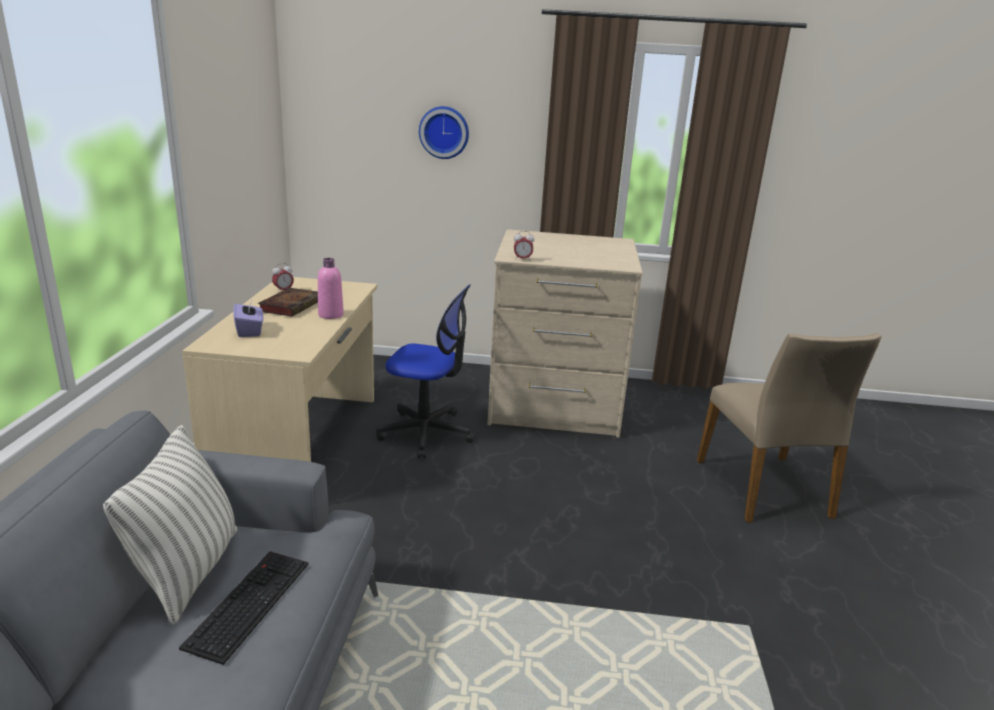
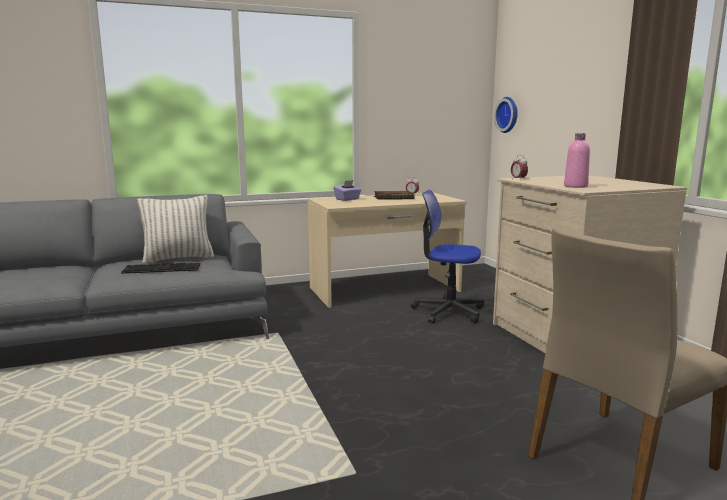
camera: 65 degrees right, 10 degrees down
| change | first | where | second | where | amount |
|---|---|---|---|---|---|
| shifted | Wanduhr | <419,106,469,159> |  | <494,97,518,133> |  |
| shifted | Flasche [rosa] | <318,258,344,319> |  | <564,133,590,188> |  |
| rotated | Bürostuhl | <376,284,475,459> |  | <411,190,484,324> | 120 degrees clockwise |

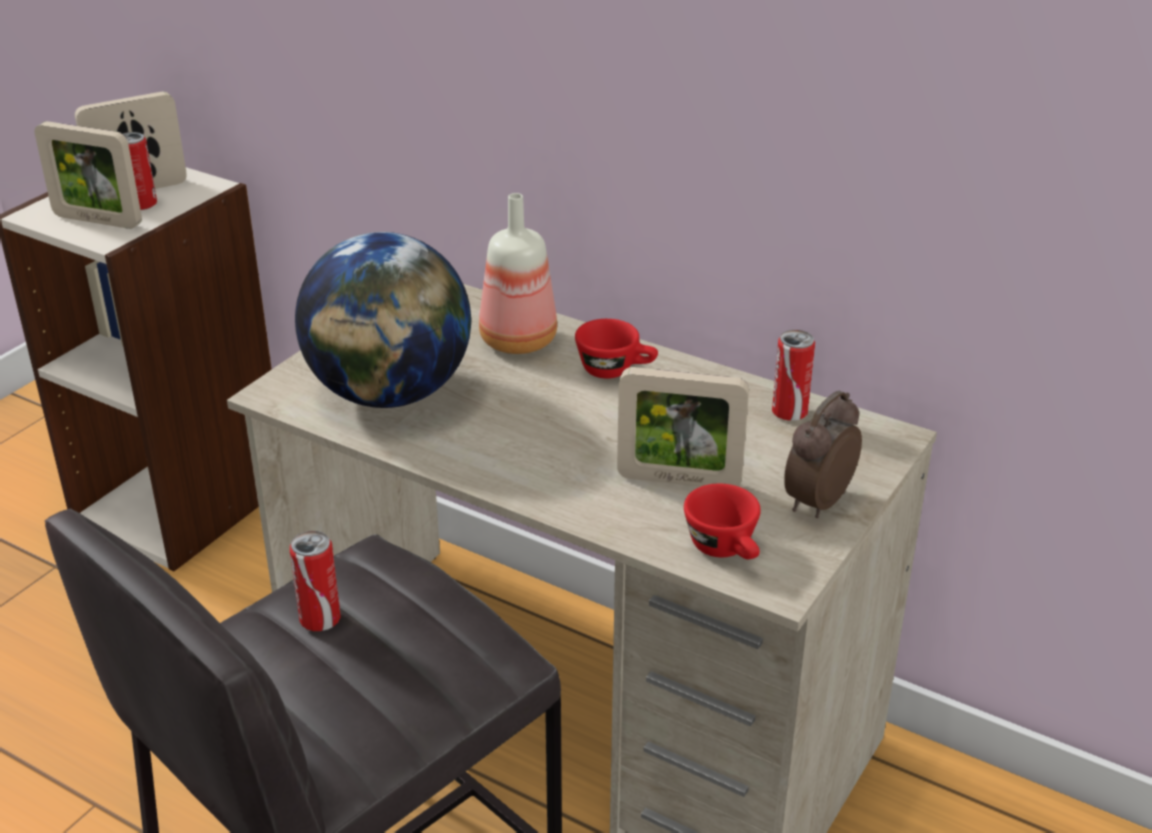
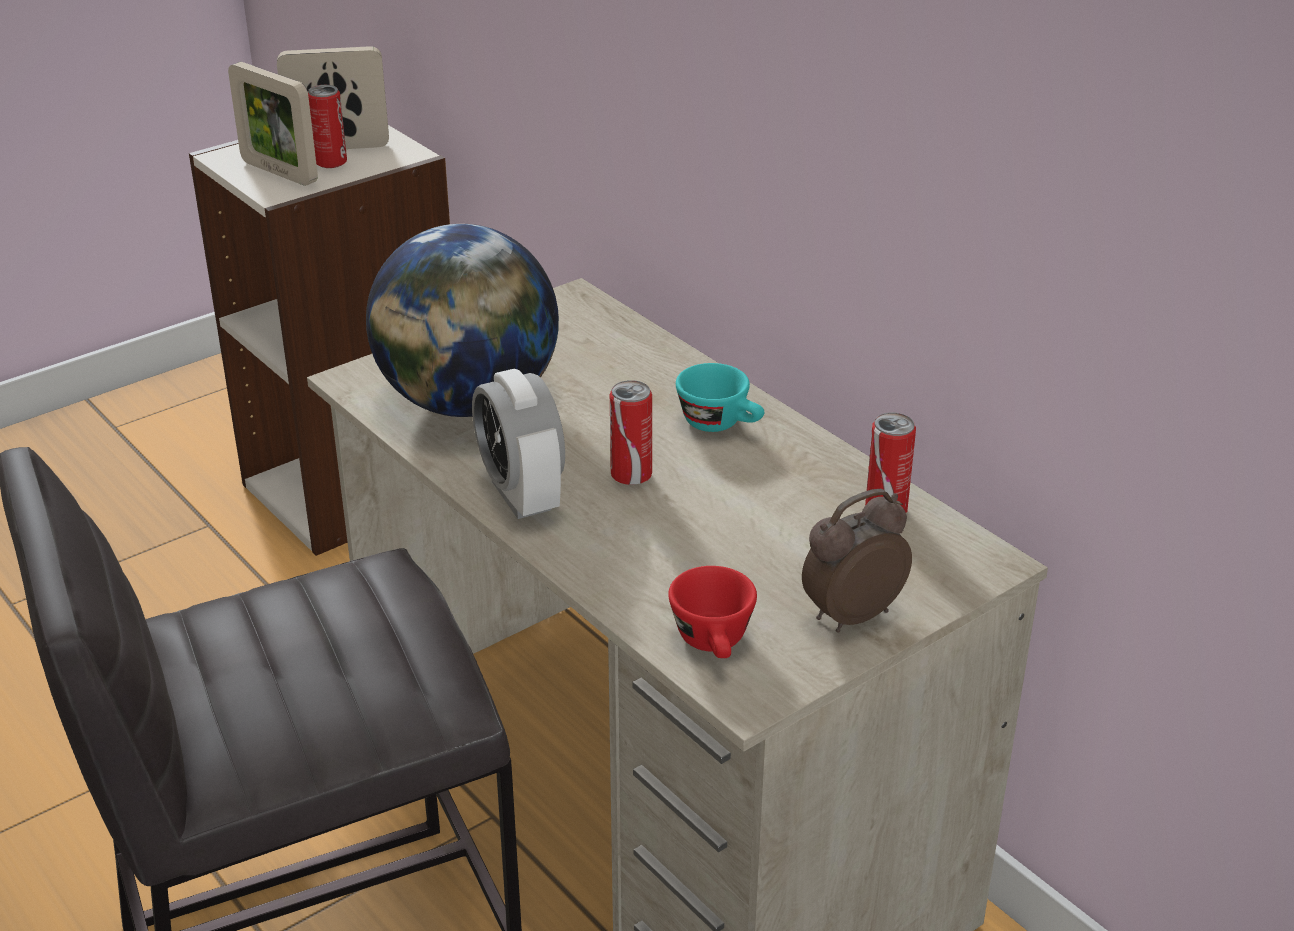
camera: 20 degrees right, 0 degrees up
| change | first | where | second | where | amount |
|---|---|---|---|---|---|
| gone | Flasche | <479,193,557,354> |  |  |  |
| repainted | Tasse [rot] | <575,319,658,378> | Tasse [türkis] | <676,363,764,432> |  |
| gone | Bilderrahmen | <617,367,749,487> |  |  |  |
| shifted | Dose | <290,531,341,631> |  | <610,380,652,485> |  |
| new |  |  | Wecker | <472,369,565,519> |  |

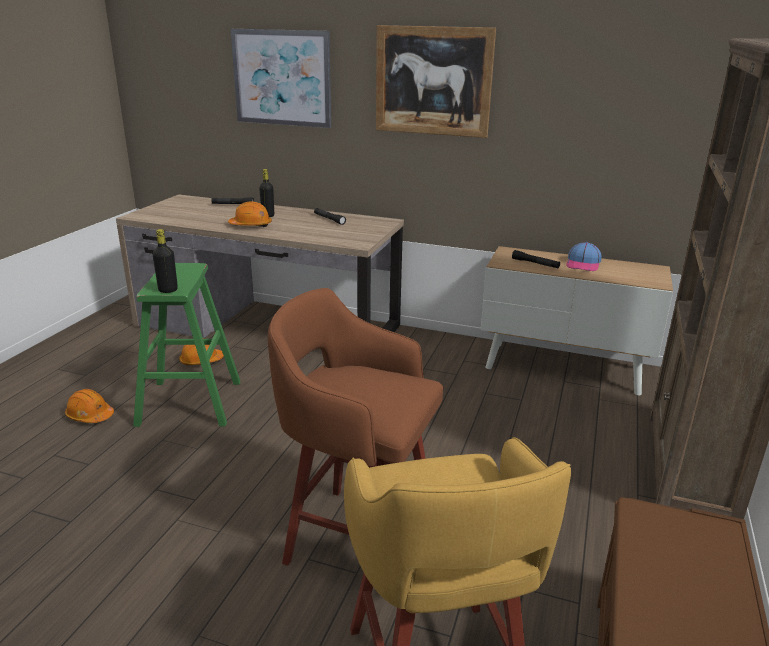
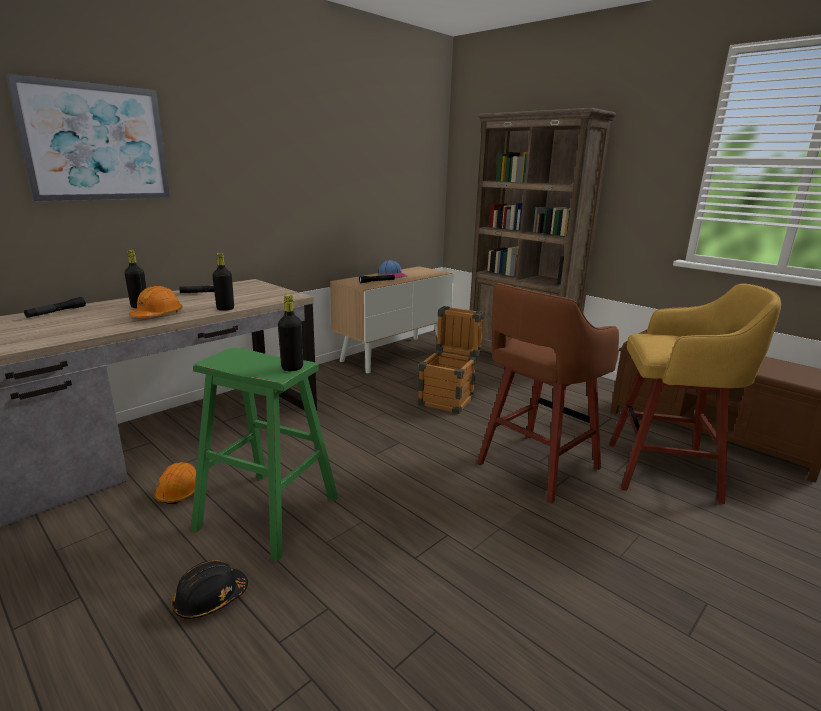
camera: 65 degrees left, 5 degrees down
| change | first | where | second | where | amount |
|---|---|---|---|---|---|
| gone | Bild | <376,25,496,138> |  |  |  |
| repainted | Schutzhelm [orange] | <65,389,114,423> | Schutzhelm [schwarz] | <172,560,248,619> |  |
| new |  |  | Flasche [schwarz] | <212,253,234,311> |  |
| new |  |  | Kiste | <418,306,484,414> |  |

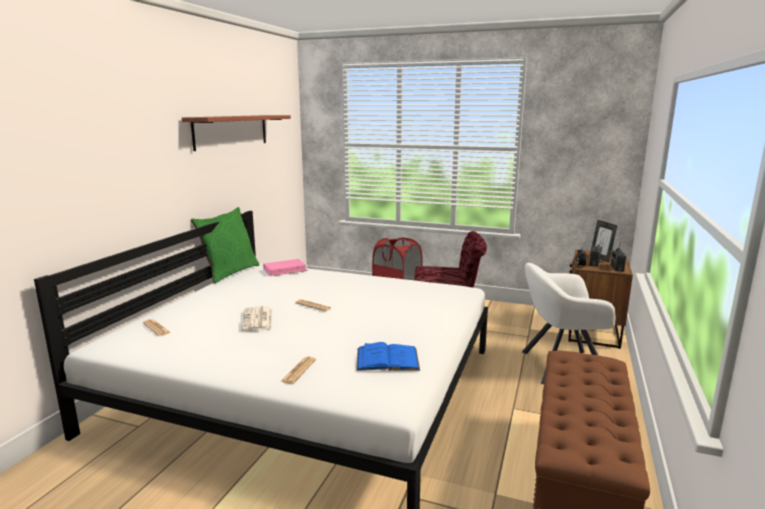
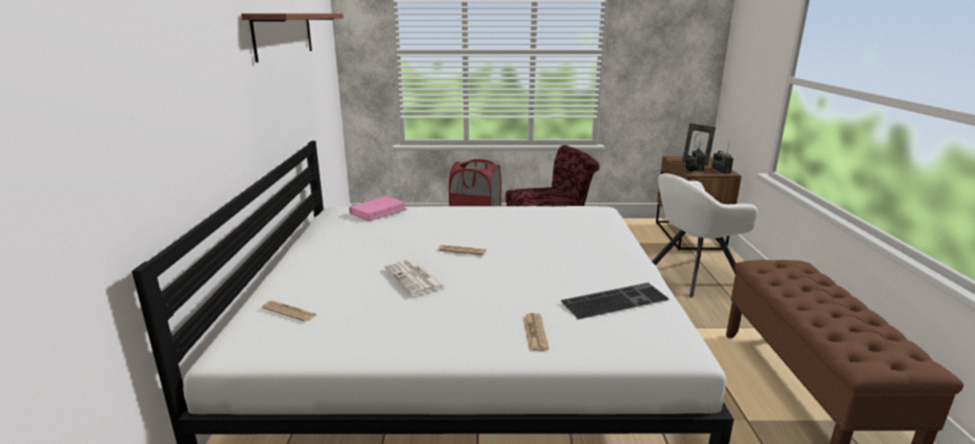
camera: 20 degrees left, 5 degrees up
| change | first | where | second | where | amount |
|---|---|---|---|---|---|
| gone | Kissen [grün] | <191,207,259,283> |  |  |  |
| swapped | Buch [blau] | <356,342,420,371> | Tastatur | <561,283,670,320> |  |

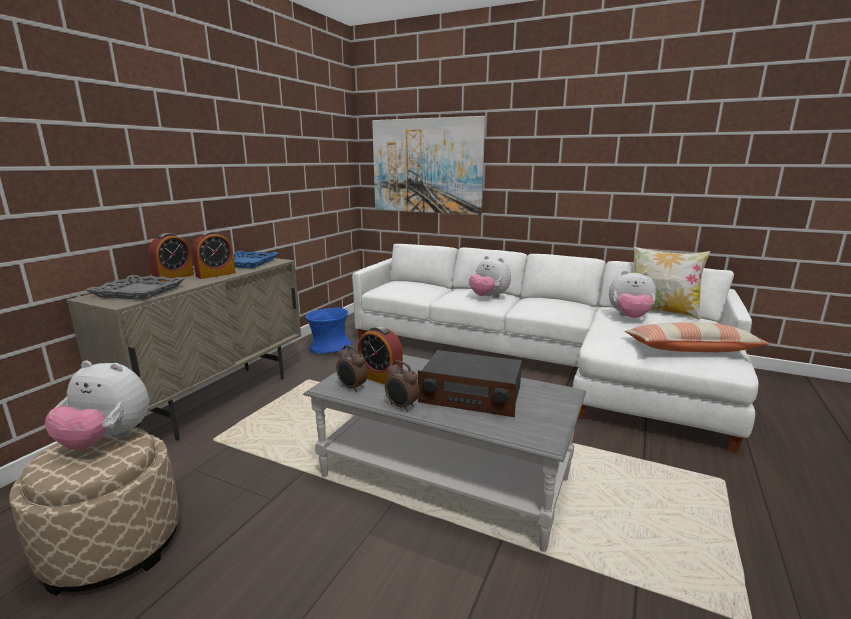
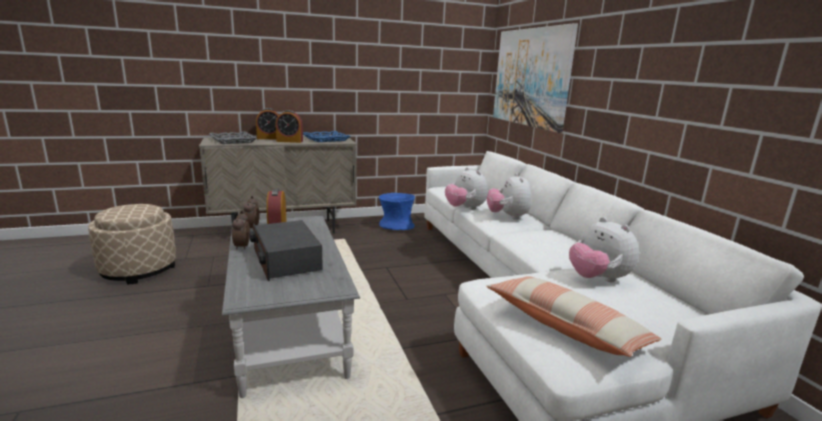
camera: 45 degrees right, 0 degrees up
| change | first | where | second | where | amount |
|---|---|---|---|---|---|
| gone | Kissen | <633,247,710,320> |  |  |  |
| shifted | Plüschtier | <45,361,149,450> |  | <445,167,488,210> |  |

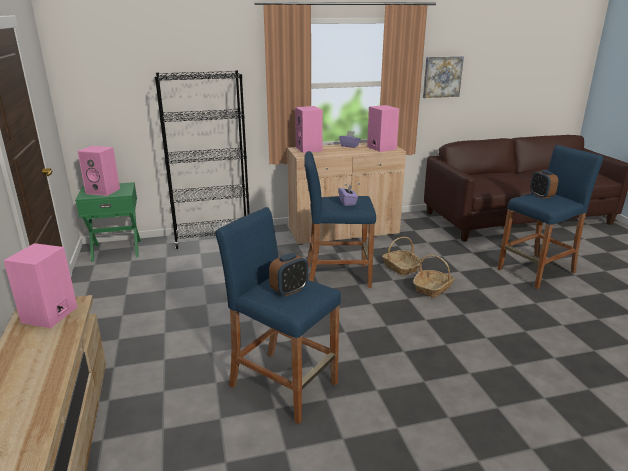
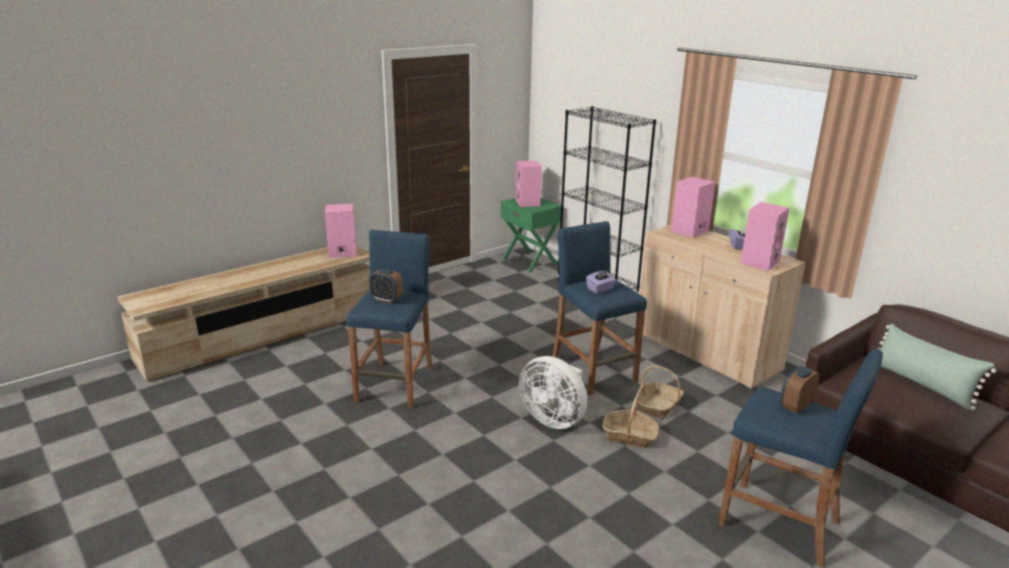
camera: 65 degrees right, 0 degrees up
| change | first | where | second | where | amount |
|---|---|---|---|---|---|
| gone | Bild | <423,56,464,98> |  |  |  |
| new |  |  | Kissen [grün] | <877,324,996,410> |  |
| new |  |  | Ventilator [weiß] | <519,356,587,429> |  |

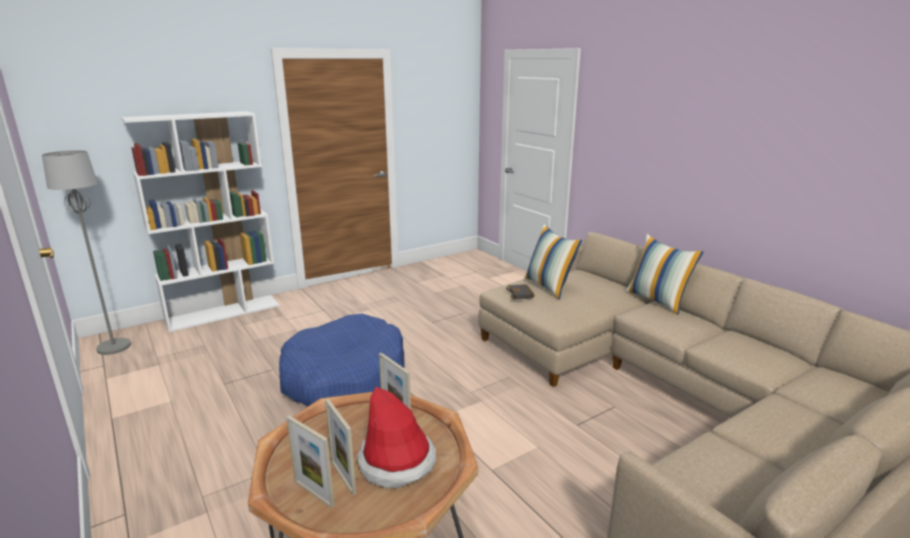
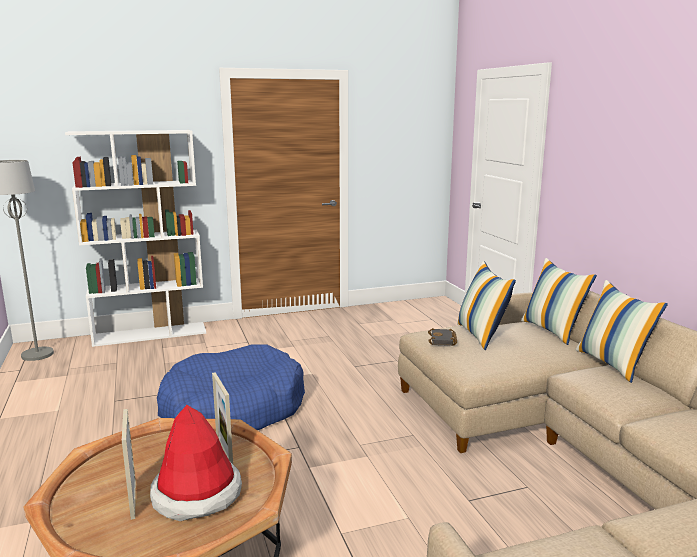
camera: 15 degrees right, 5 degrees down
| change | first | where | second | where | amount |
|---|---|---|---|---|---|
| gone | Bilderrahmen | <286,416,335,508> |  |  |  |
| new |  |  | Kissen | <521,258,597,345> |  |

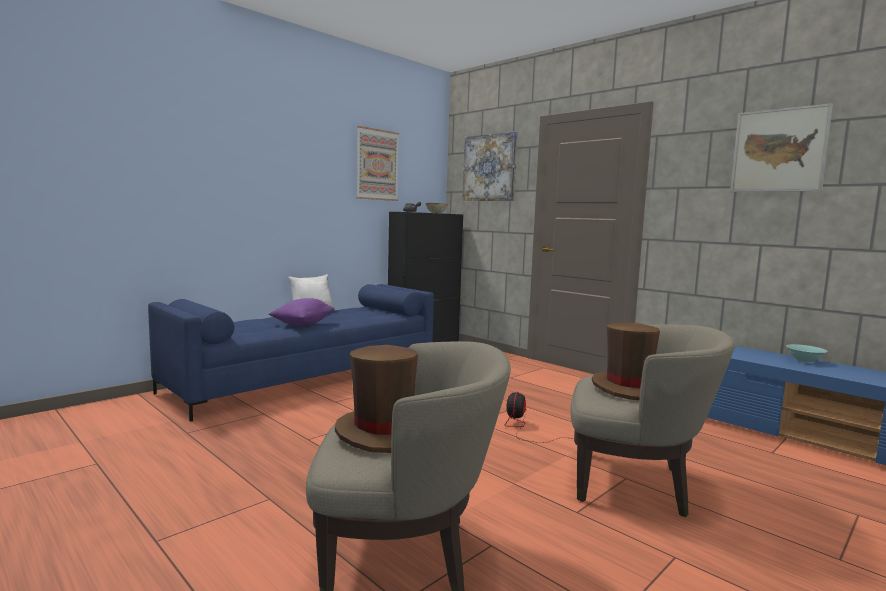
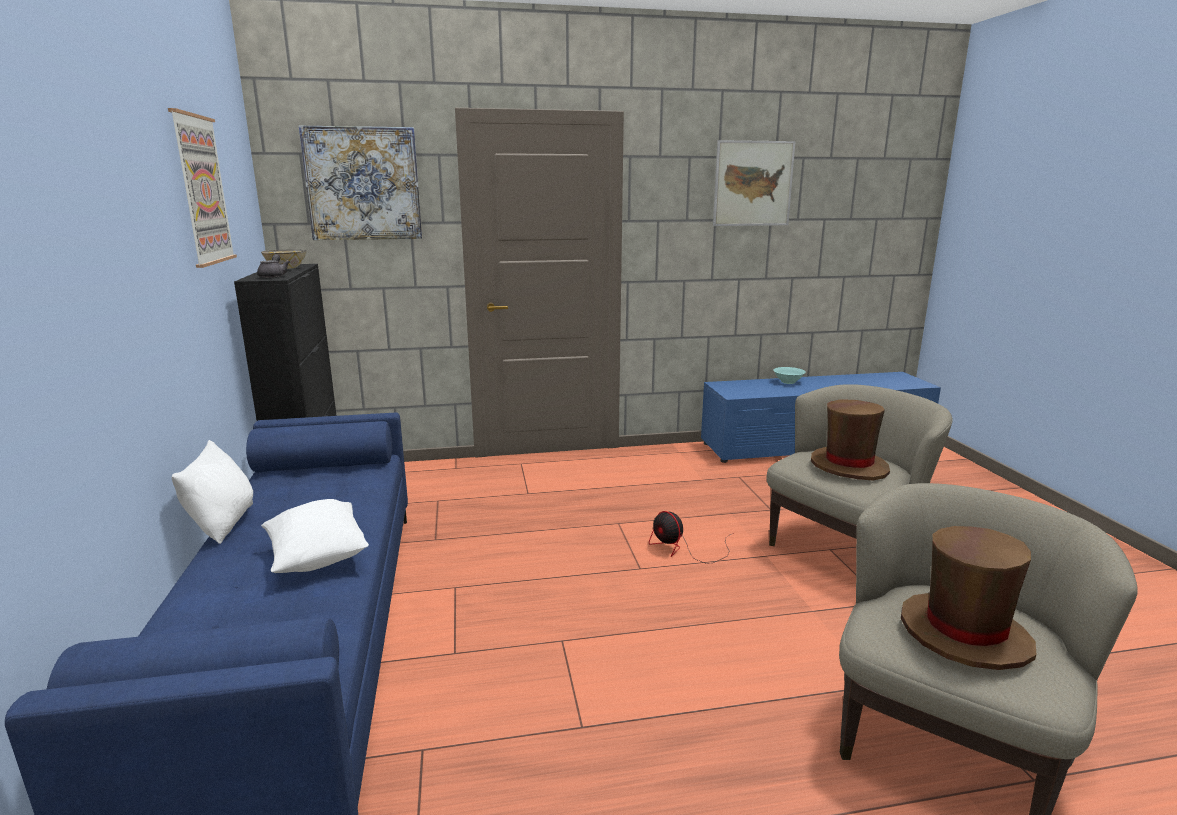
camera: 55 degrees left, 10 degrees up
| change | first | where | second | where | amount |
|---|---|---|---|---|---|
| repainted | Kissen [lila] | <269,298,335,326> | Kissen [weiß] | <261,499,369,573> |  |

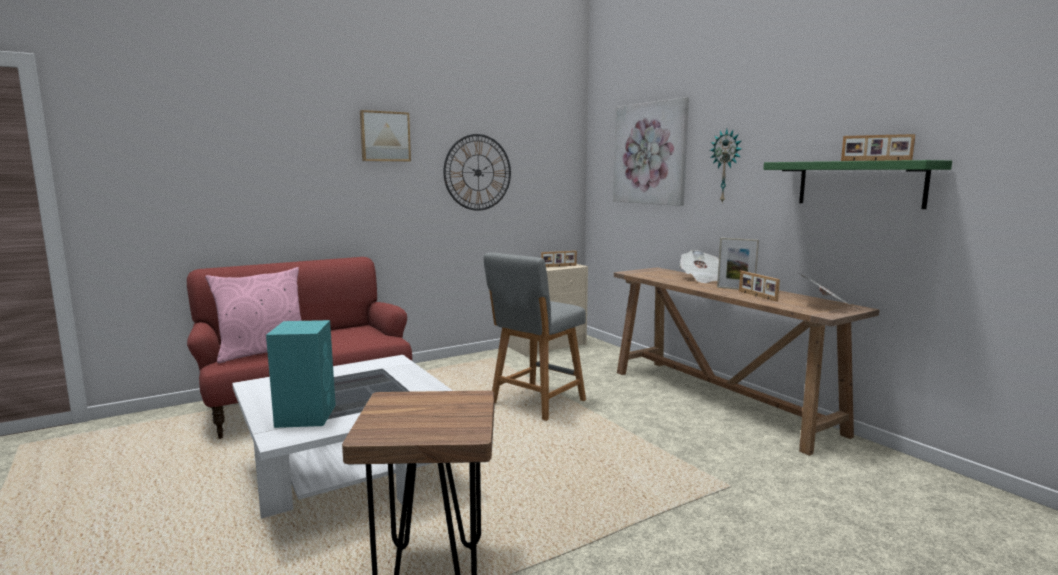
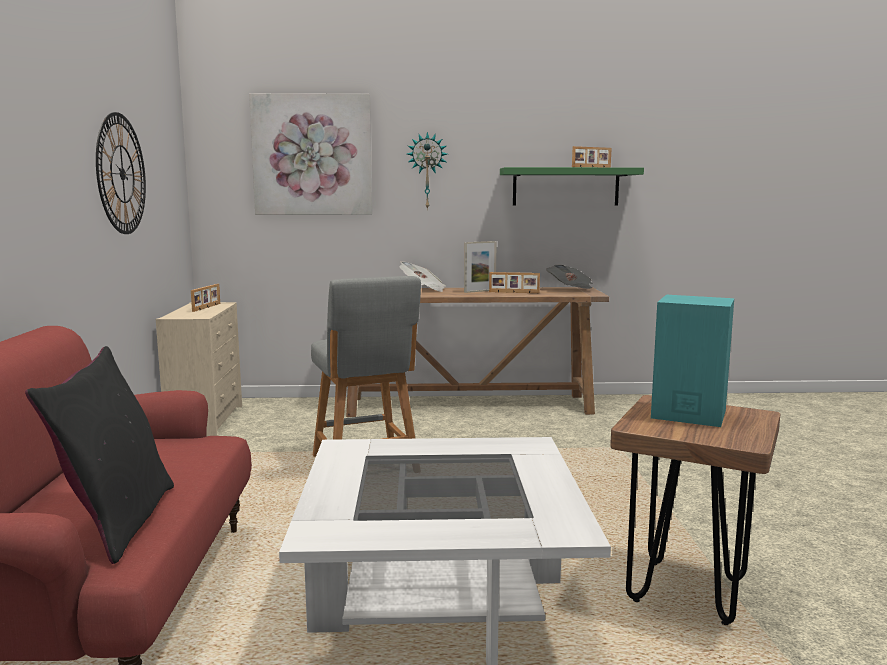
camera: 60 degrees left, 0 degrees up
| change | first | where | second | where | amount |
|---|---|---|---|---|---|
| gone | Bild | <360,110,411,162> |  |  |  |
| repainted | Kissen [rosa] | <205,267,302,363> | Kissen [schwarz] | <25,346,174,564> |  |
| shifted | Lautsprecher [türkis] | <266,320,336,428> |  | <651,295,734,427> |  |

